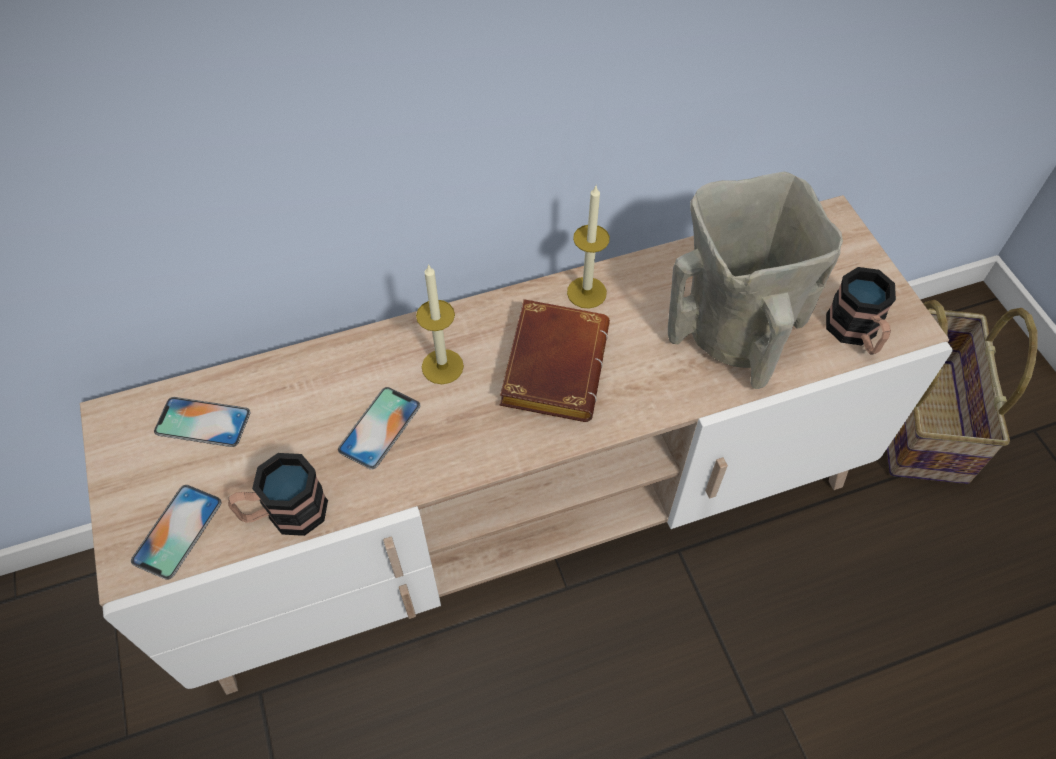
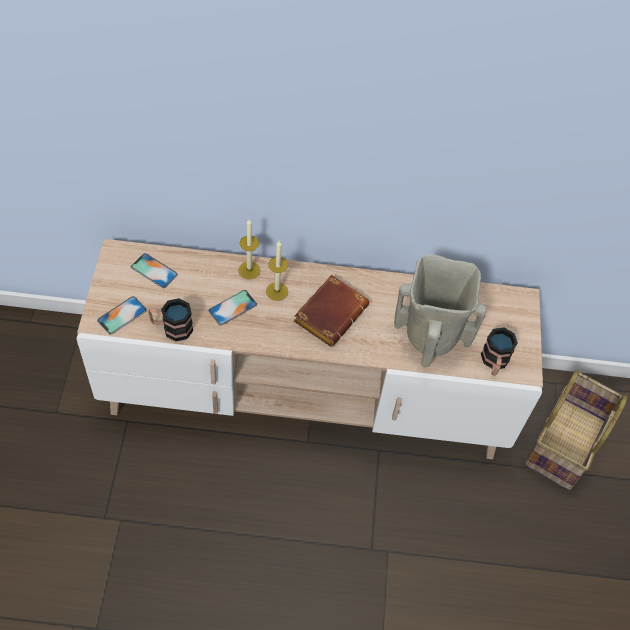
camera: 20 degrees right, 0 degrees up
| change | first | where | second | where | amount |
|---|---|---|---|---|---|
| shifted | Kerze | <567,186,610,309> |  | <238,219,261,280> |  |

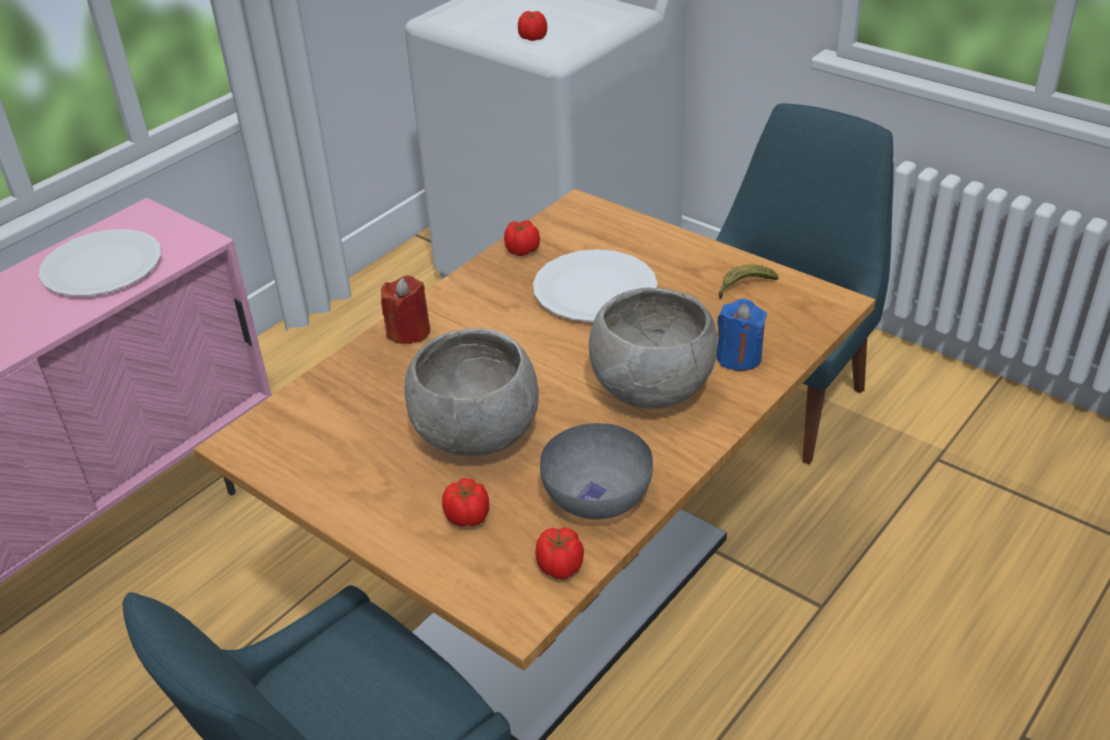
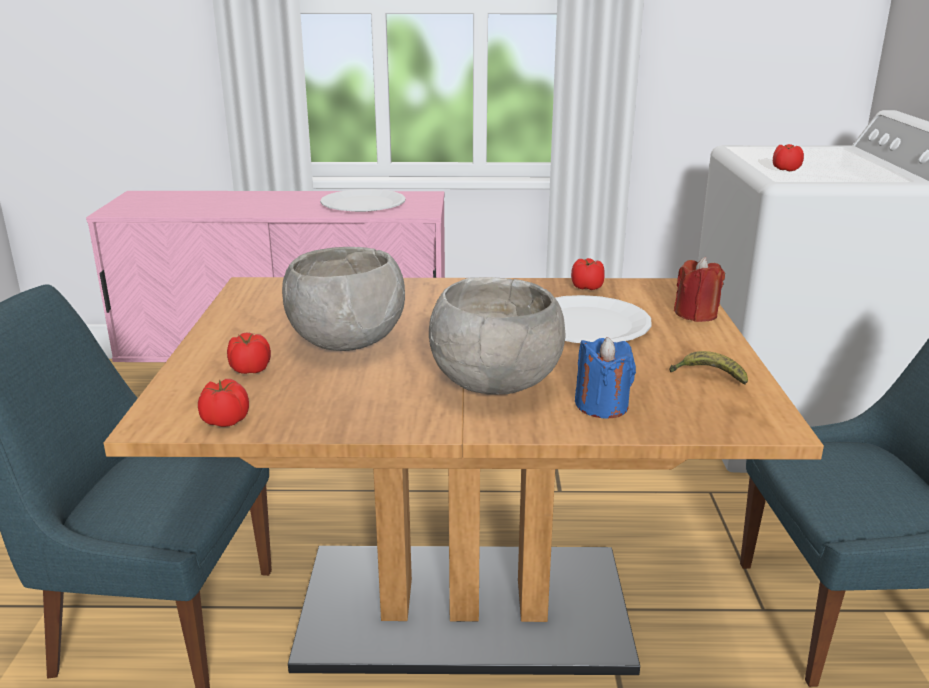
camera: 50 degrees right, 15 degrees down
| change | first | where | second | where | amount |
|---|---|---|---|---|---|
| shifted | Kerze [rot] | <381,275,430,344> |  | <674,257,725,322> |  |
| gone | Schüssel [grau] | <540,423,653,519> |  |  |  |

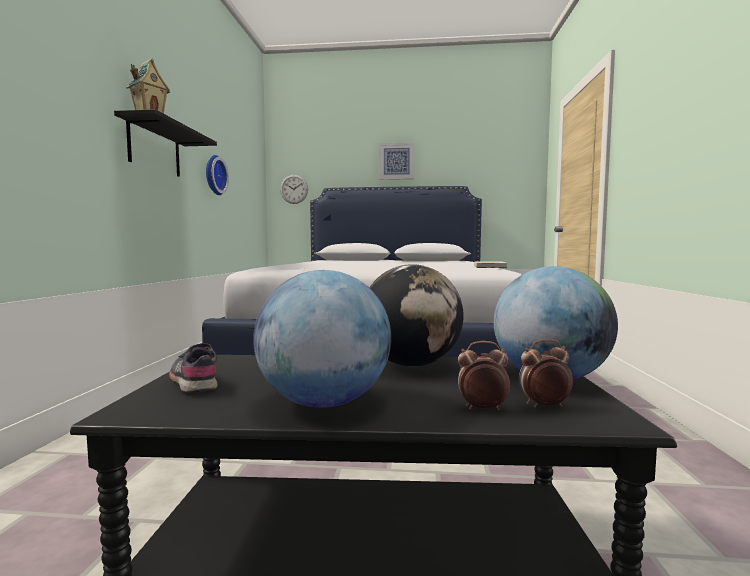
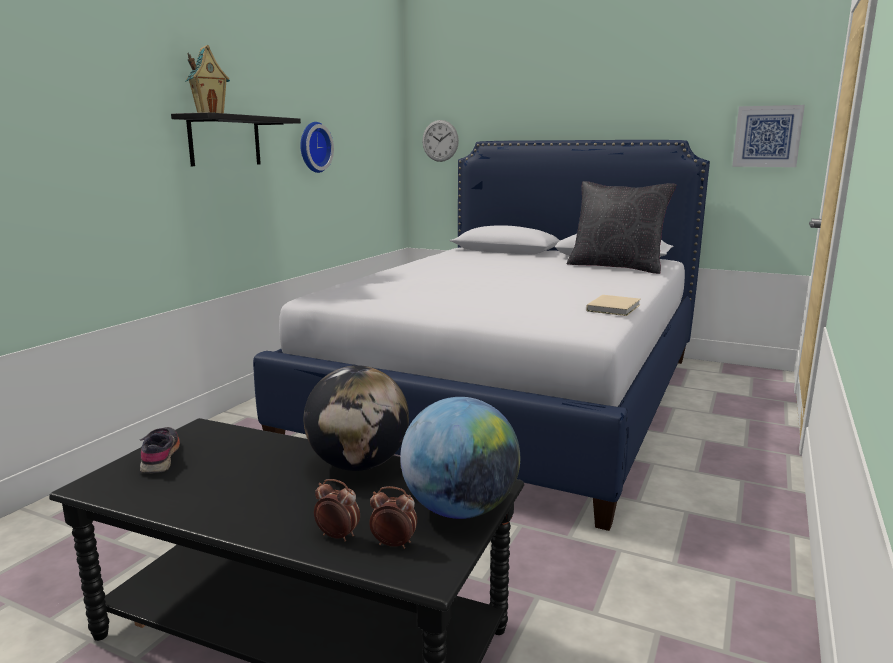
camera: 20 degrees right, 10 degrees up
| change | first | where | second | where | amount |
|---|---|---|---|---|---|
| shifted | Bild | <379,142,414,180> |  | <732,105,805,167> |  |
| gone | Globus | <253,270,391,408> |  |  |  |
| new |  |  | Kissen [schwarz] | <567,181,676,274> |  |

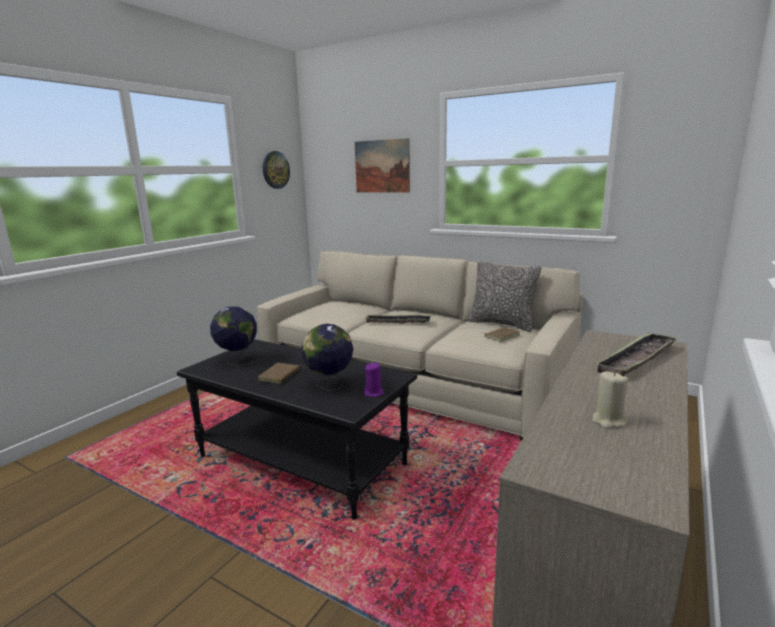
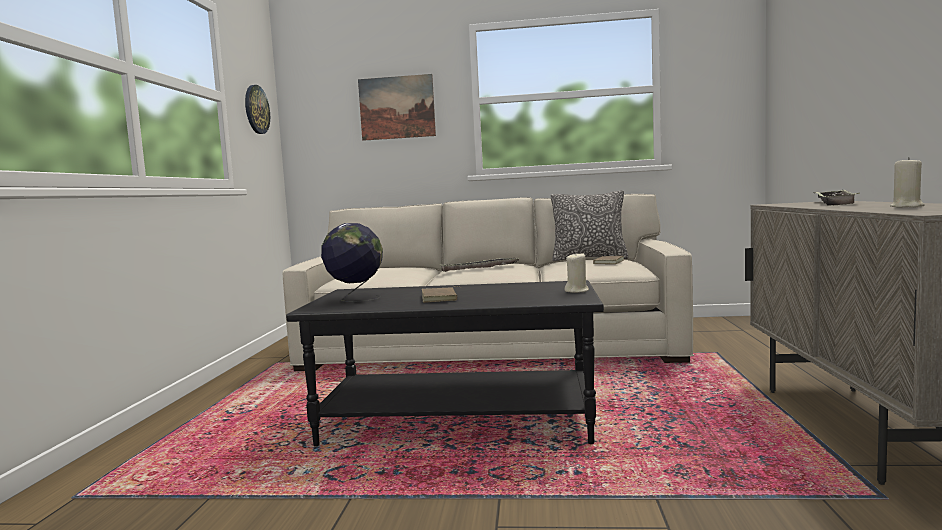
camera: 25 degrees left, 10 degrees down
| change | first | where | second | where | amount |
|---|---|---|---|---|---|
| gone | Globus | <301,324,353,391> |  |  |  |
| repainted | Kerze [lila] | <364,363,384,397> | Kerze [beige] | <565,252,589,293> |  |

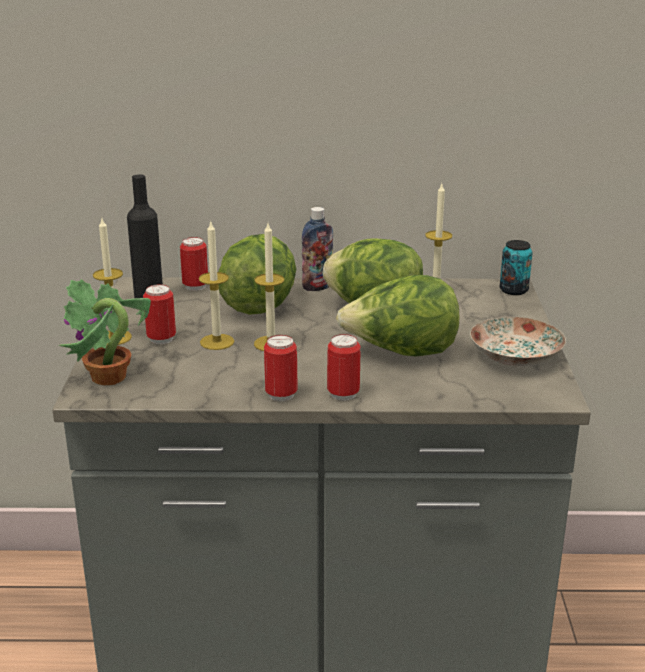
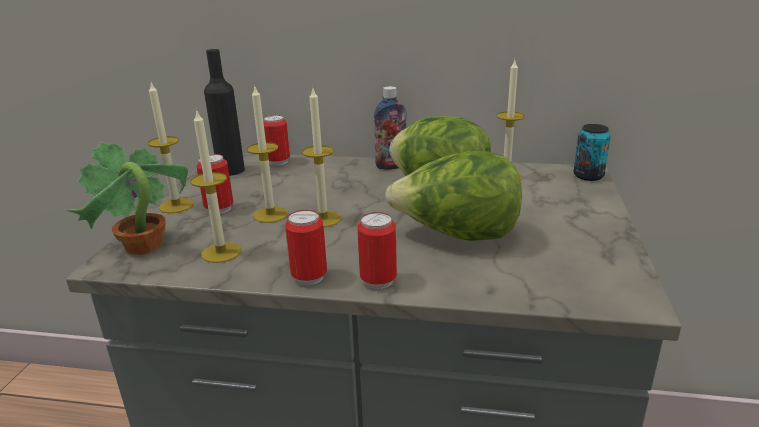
camera: 10 degrees right, 0 degrees up
| change | first | where | second | where | amount |
|---|---|---|---|---|---|
| gone | Salatkopf | <218,234,296,315> |  |  |  |
| gone | Teller | <470,317,566,366> |  |  |  |
| new |  |  | Kerze | <190,109,241,263> |  |

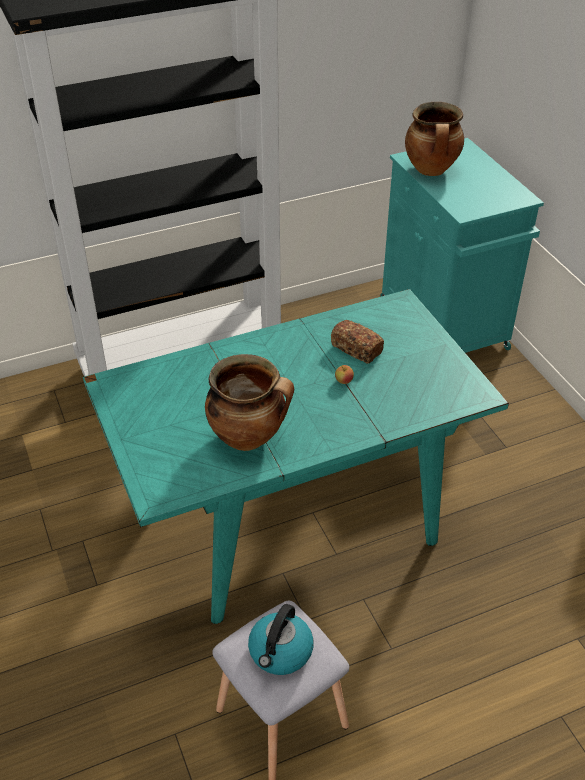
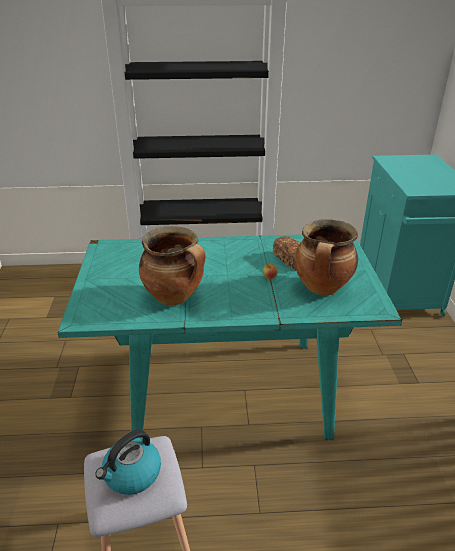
camera: 20 degrees right, 10 degrees down
| change | first | where | second | where | amount |
|---|---|---|---|---|---|
| shifted | Kochtopf | <405,102,464,176> |  | <294,219,358,296> |  |

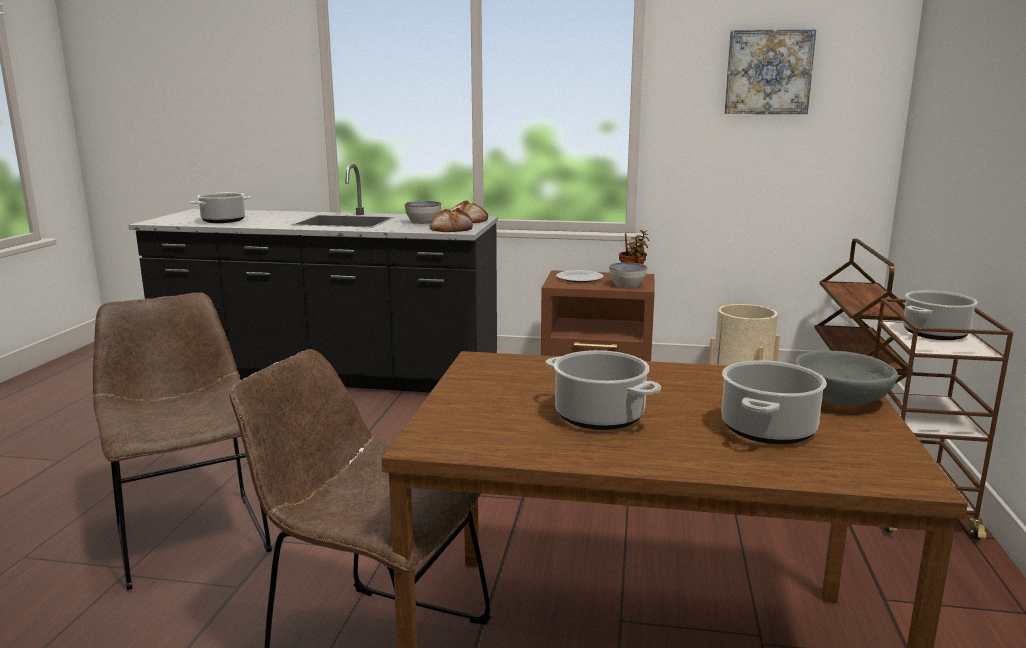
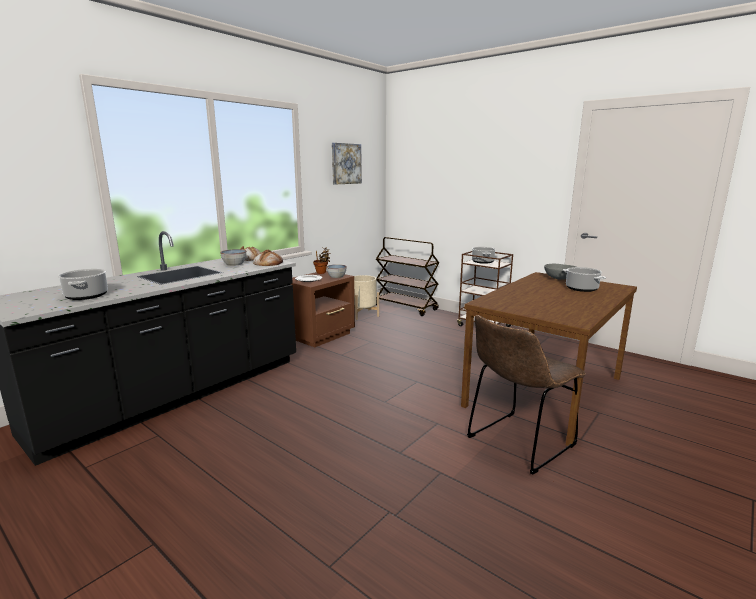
camera: 60 degrees left, 0 degrees up
| change | first | where | second | where | amount |
|---|---|---|---|---|---|
| gone | Stuhl [braun] | <92,292,272,590> |  |  |  |
| gone | Kochtopf | <546,350,661,430> |  |  |  |

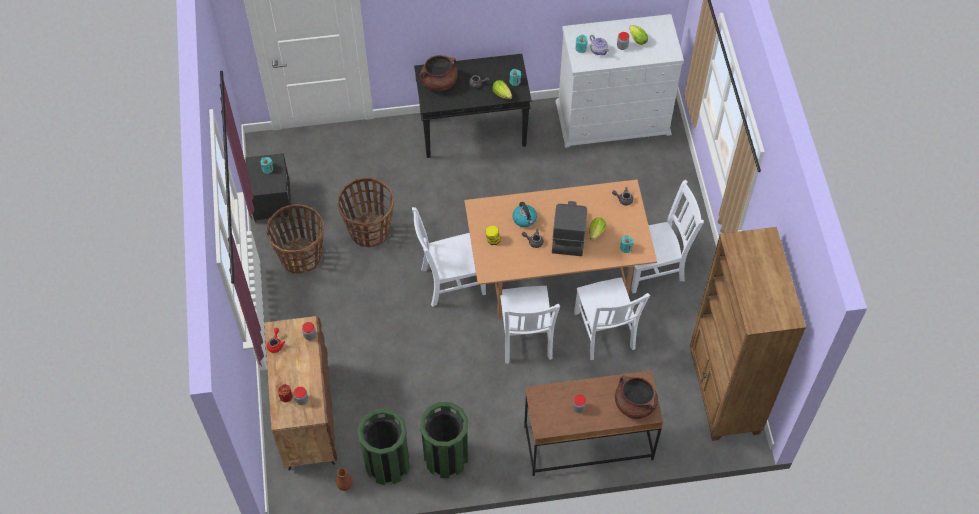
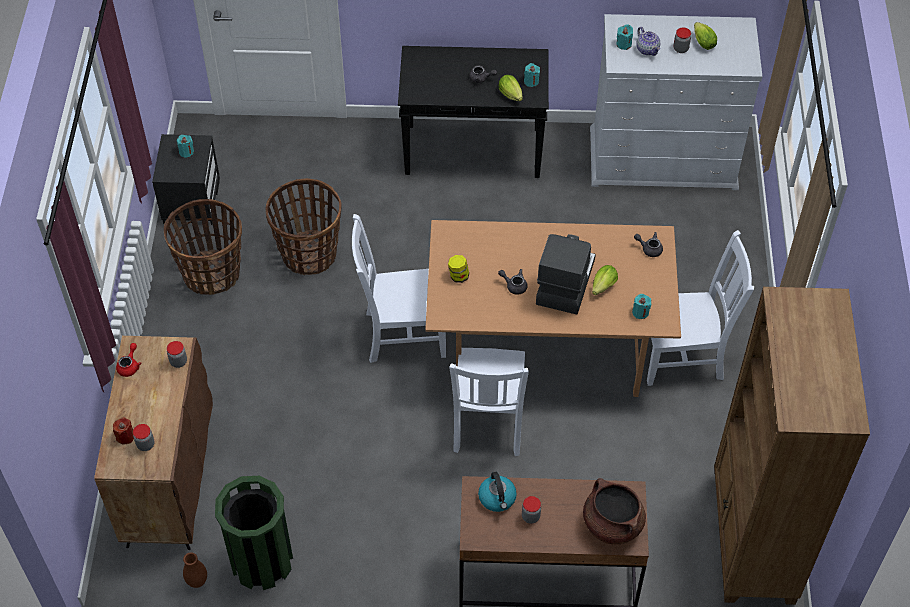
camera: 10 degrees right, 5 degrees down
| change | first | where | second | where | amount |
|---|---|---|---|---|---|
| gone | Kochtopf [braun] | <419,55,458,91> |  |  |  |
| shifted | Wasserkessel | <513,202,537,227> |  | <478,472,517,512> |  |
| gone | Stuhl [weiß] | <574,277,650,360> |  |  |  |
| gone | Mülleimer [grün] | <420,402,468,478> |  |  |  |

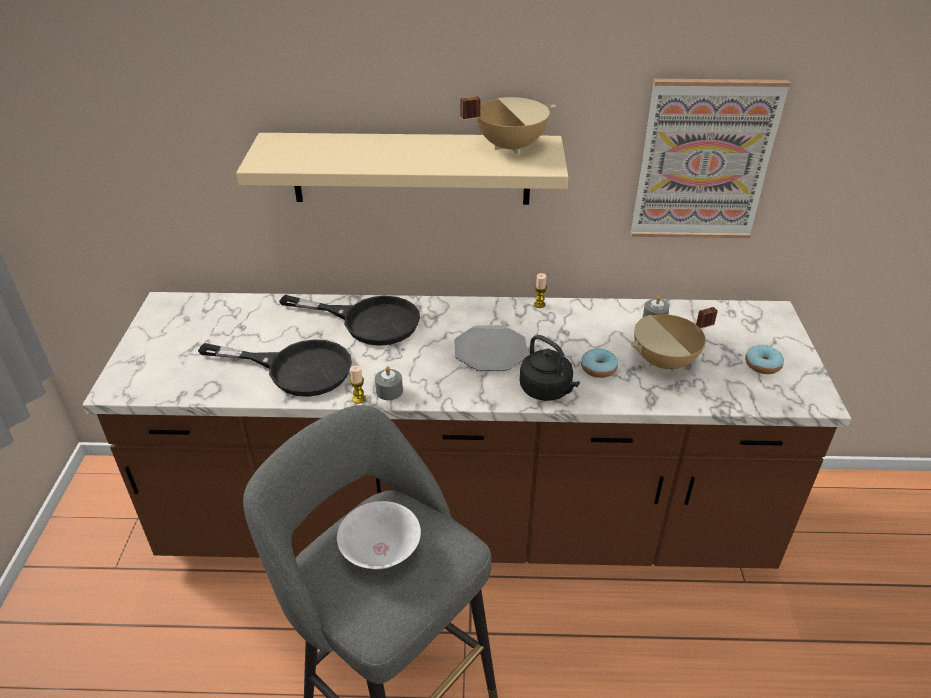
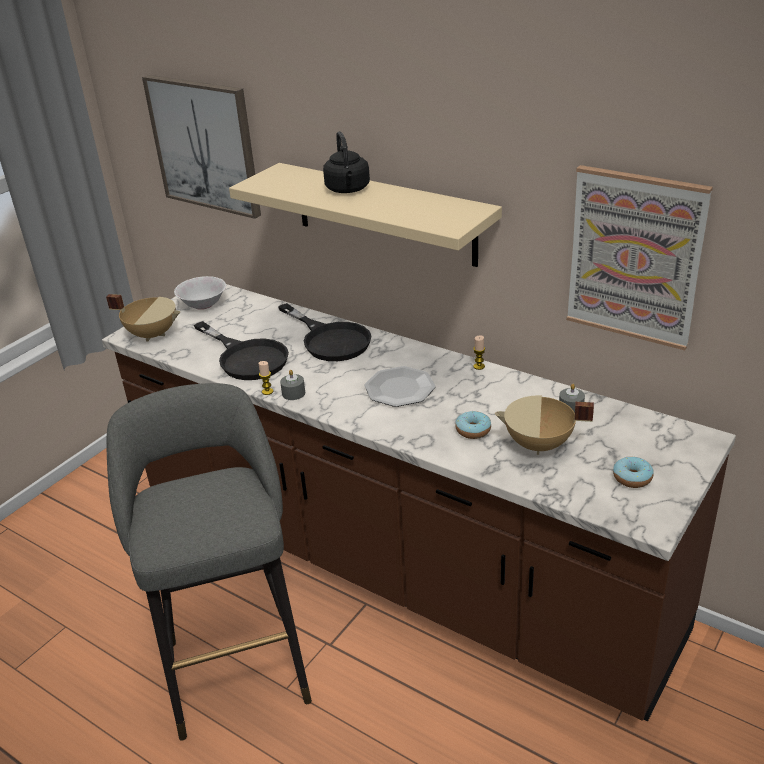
camera: 35 degrees right, 5 degrees down
| change | first | where | second | where | amount |
|---|---|---|---|---|---|
| shifted | Kochtopf [beige] | <460,96,556,154> |  | <106,294,180,342> |  |
| shifted | Wasserkessel [schwarz] | <520,335,580,401> |  | <323,131,370,193> |  |
| shifted | Schüssel [weiß] | <337,501,421,570> |  | <174,276,226,310> |  |
| new |  |  | Bild | <142,75,261,219> |  |

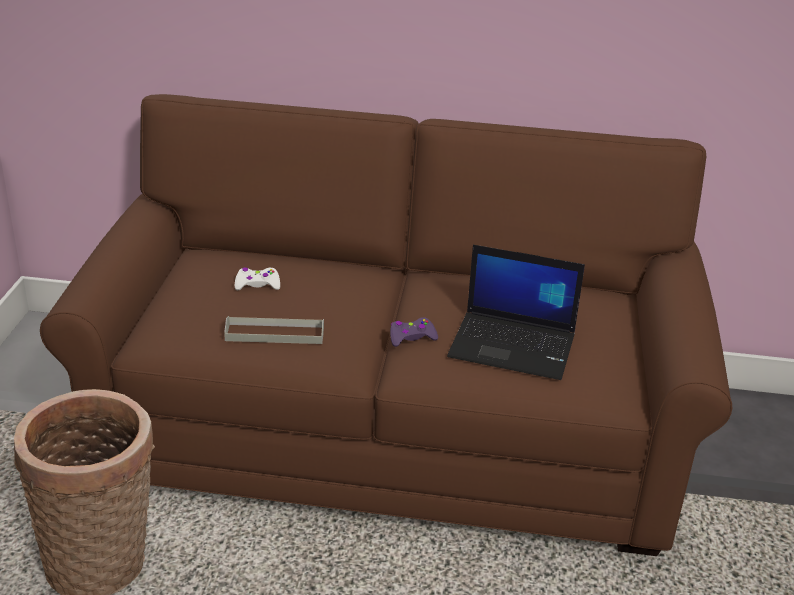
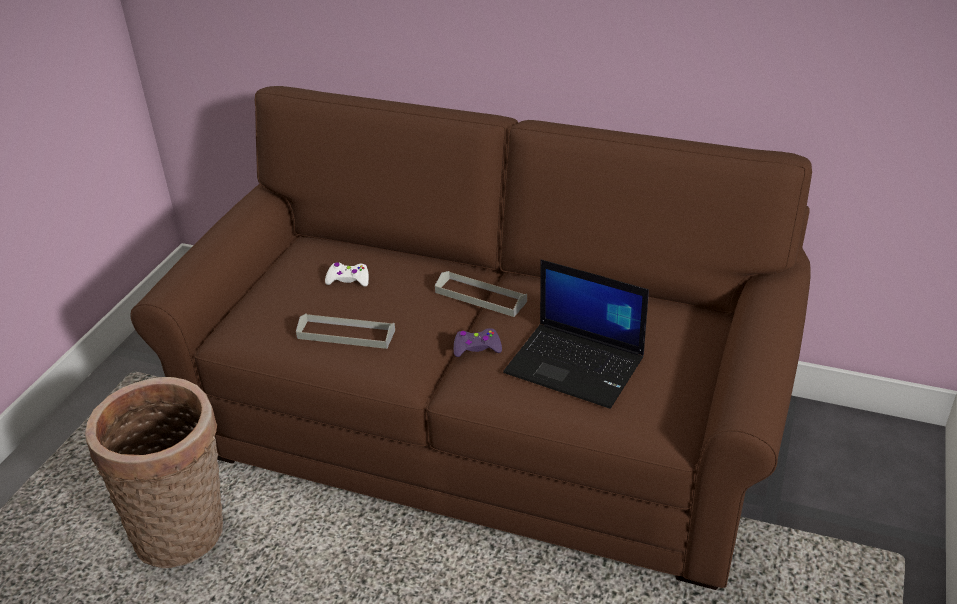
camera: 15 degrees right, 5 degrees up
| change | first | where | second | where | amount |
|---|---|---|---|---|---|
| new |  |  | Tablett [grau] | <435,271,527,317> |  |

